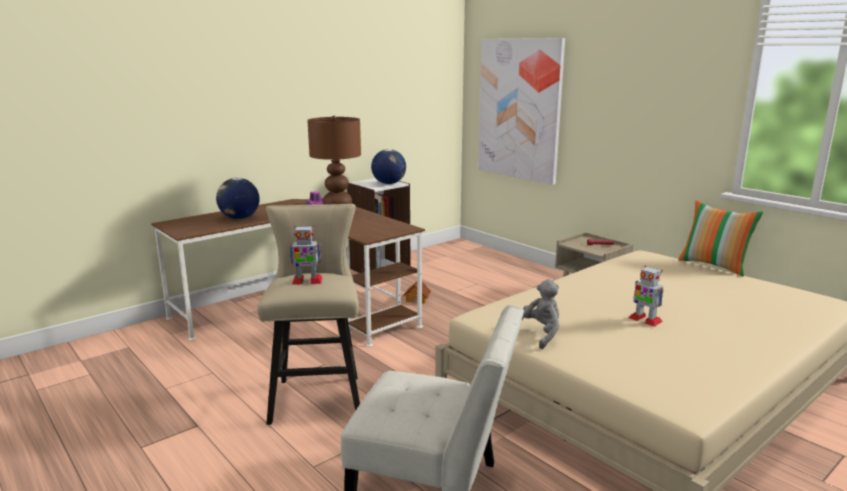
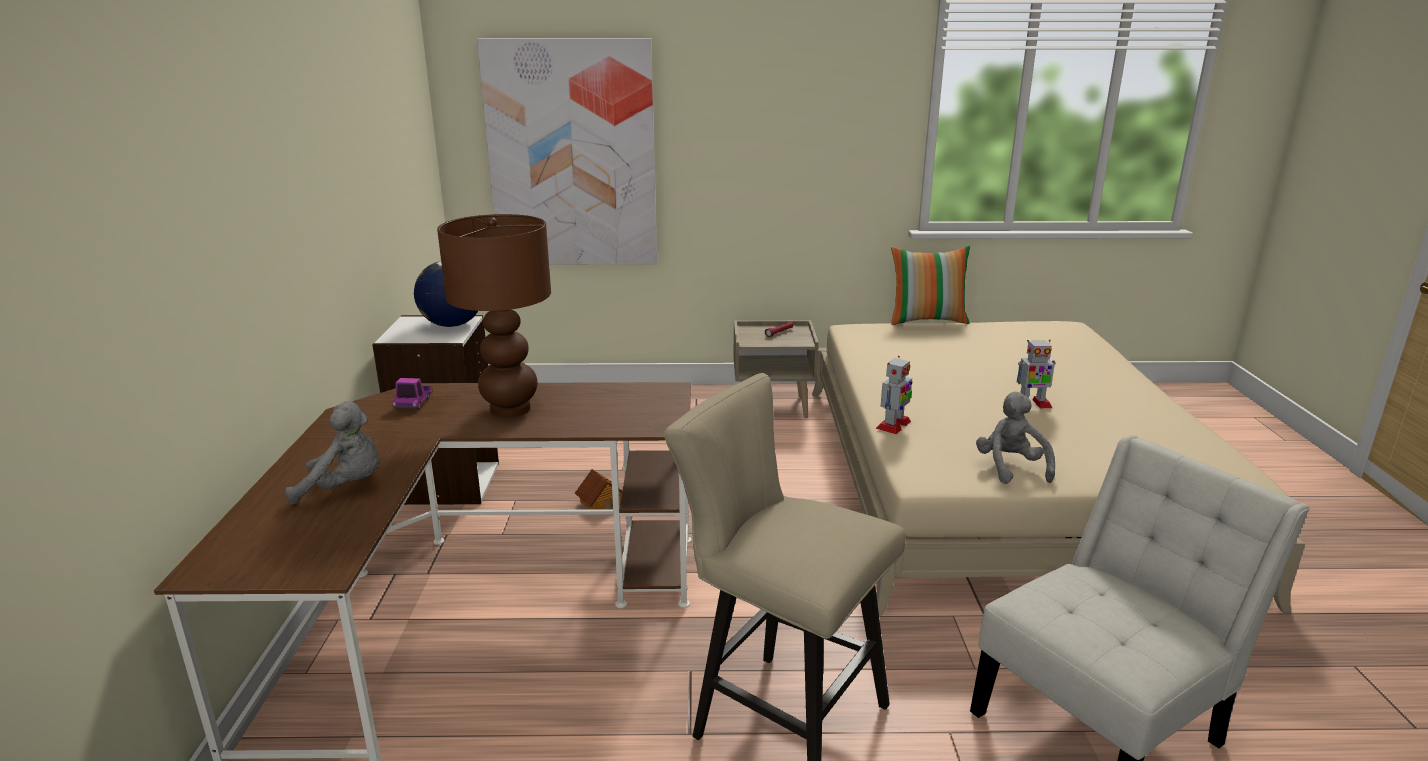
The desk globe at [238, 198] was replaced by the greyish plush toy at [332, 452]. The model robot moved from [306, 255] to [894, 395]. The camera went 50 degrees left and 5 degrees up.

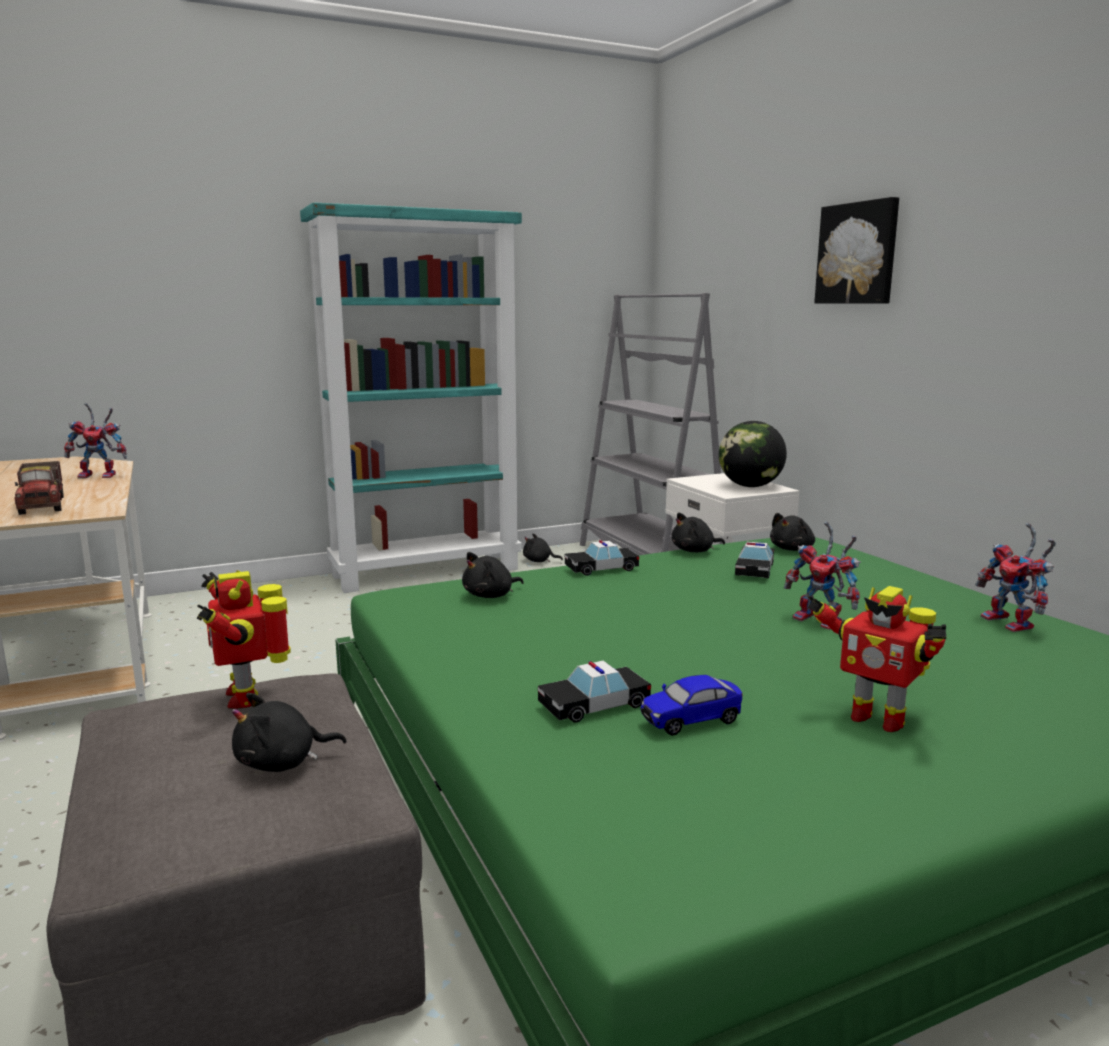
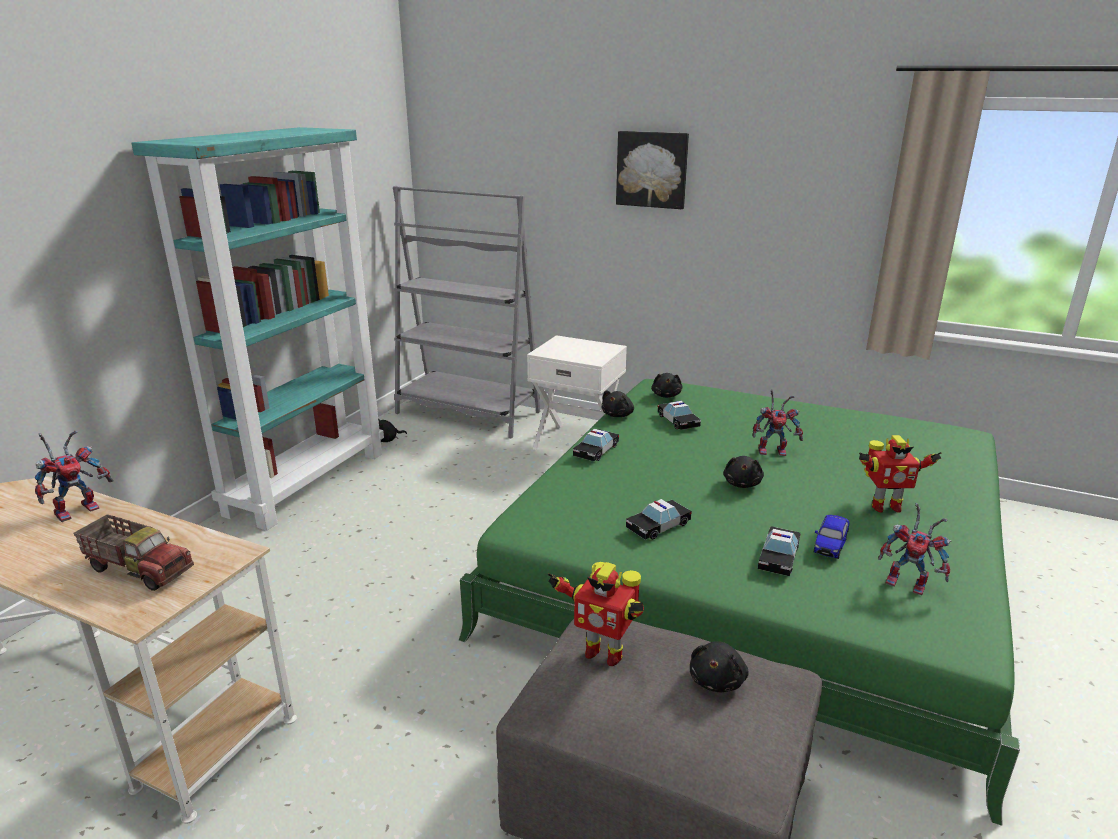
The desk globe at [753, 454] disappeared. The model robot moved from [1015, 577] to [915, 549]. The black-coloured plush toy moved from [493, 575] to [743, 472]. The model car at [659, 519] appeared. The camera went 40 degrees left and 10 degrees up.

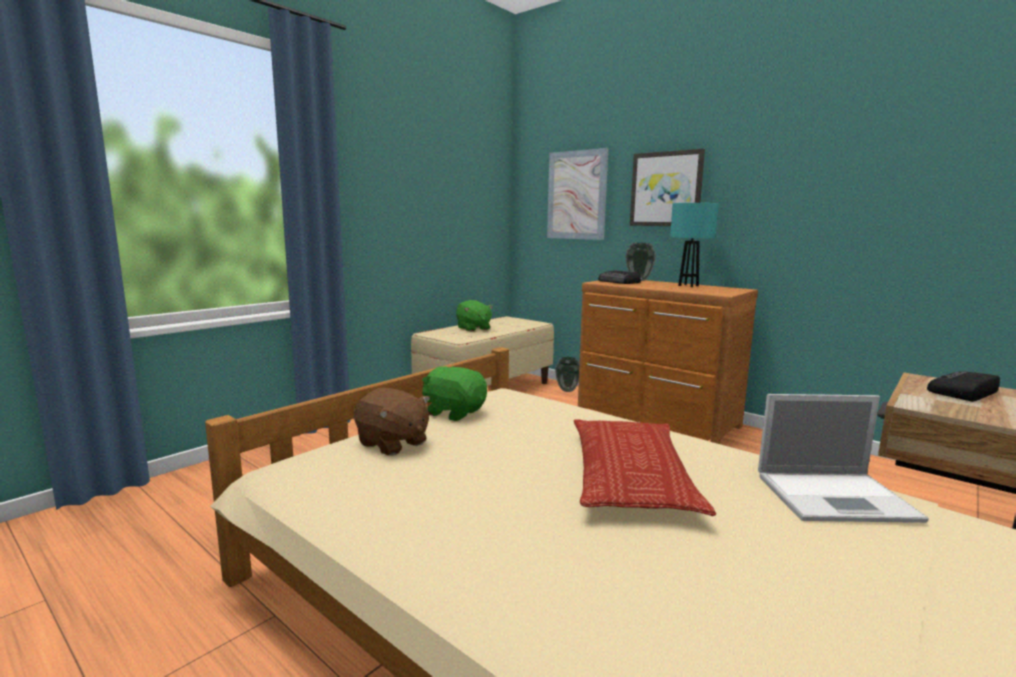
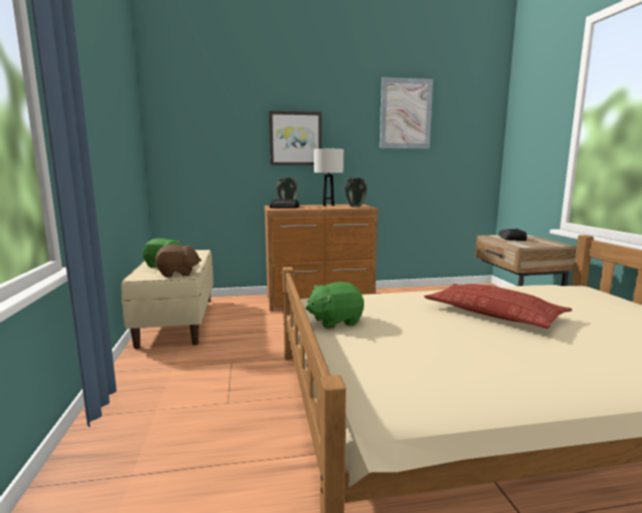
The wall art moved from [577, 194] to [406, 113]. The blue-green tabletop lamp at [694, 245] became the whitish tabletop lamp at [329, 177]. The decorative vase moved from [567, 374] to [355, 193]. The brownish plush toy moved from [392, 422] to [178, 261]. The notebook computer at [843, 458] disappeared. The camera went 50 degrees left and 0 degrees up.

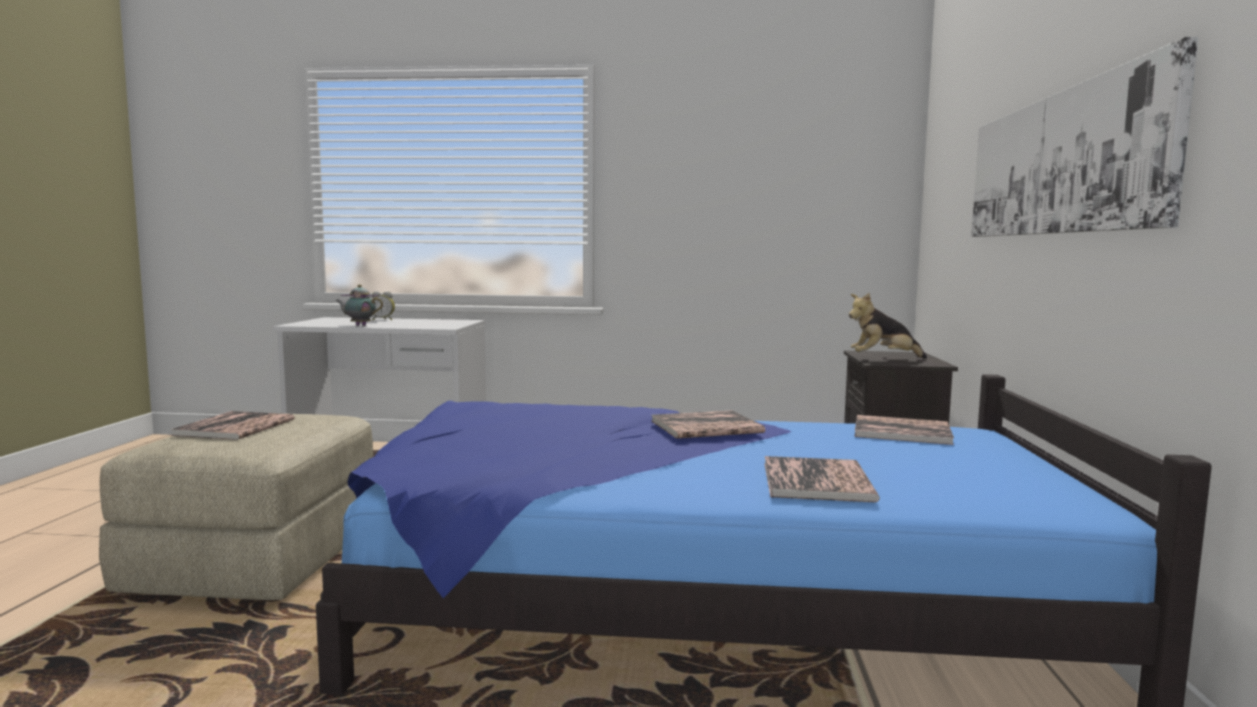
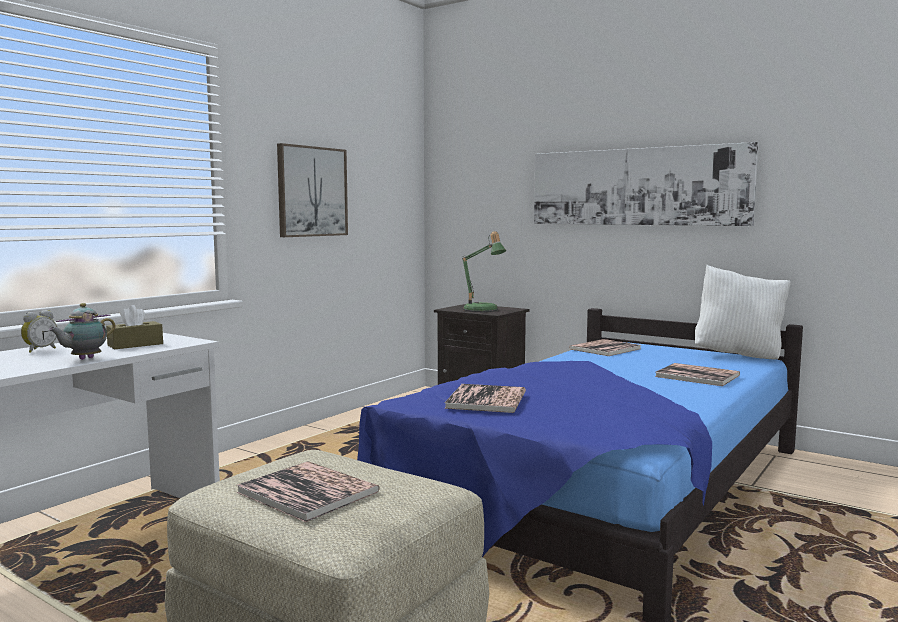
The plush toy at [888, 326] was replaced by the tabletop lamp at [484, 271]. The book moved from [708, 424] to [485, 398]. The wall art at [312, 190] appeared. The whitish pillow at [743, 312] appeared. The brownish tissue box at [134, 327] appeared. The camera went 60 degrees left and 0 degrees up.

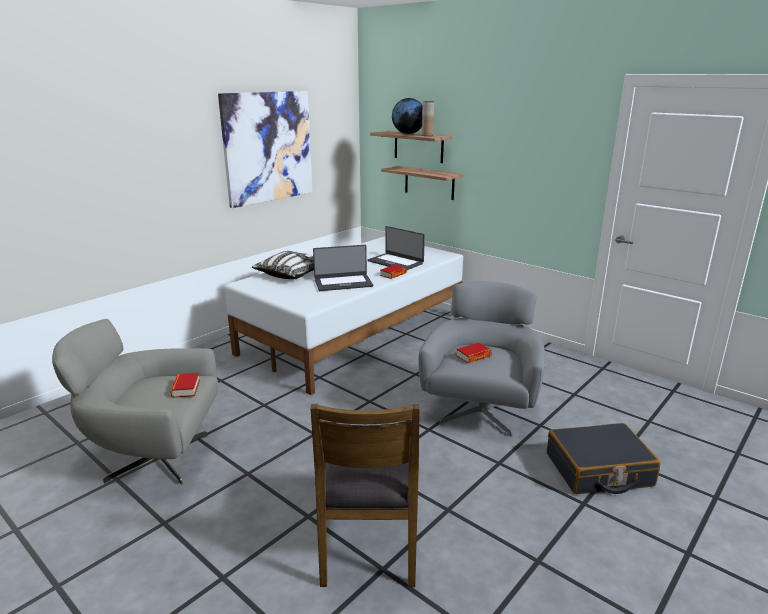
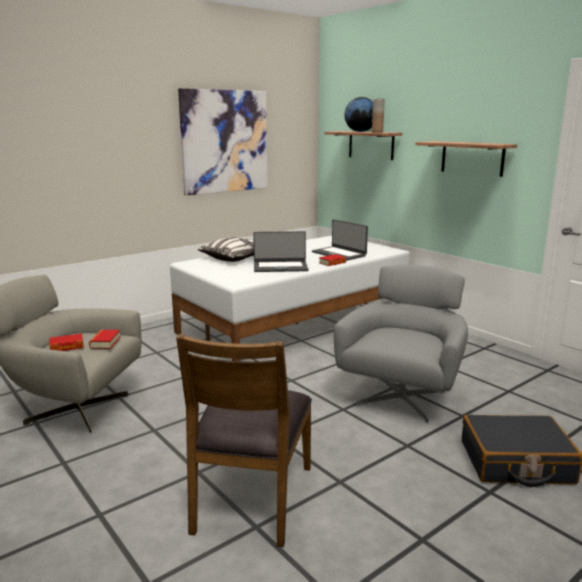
The wall shelf moved from [422, 183] to [466, 159]. The book moved from [474, 353] to [66, 342]. The camera went 10 degrees right and 5 degrees down.

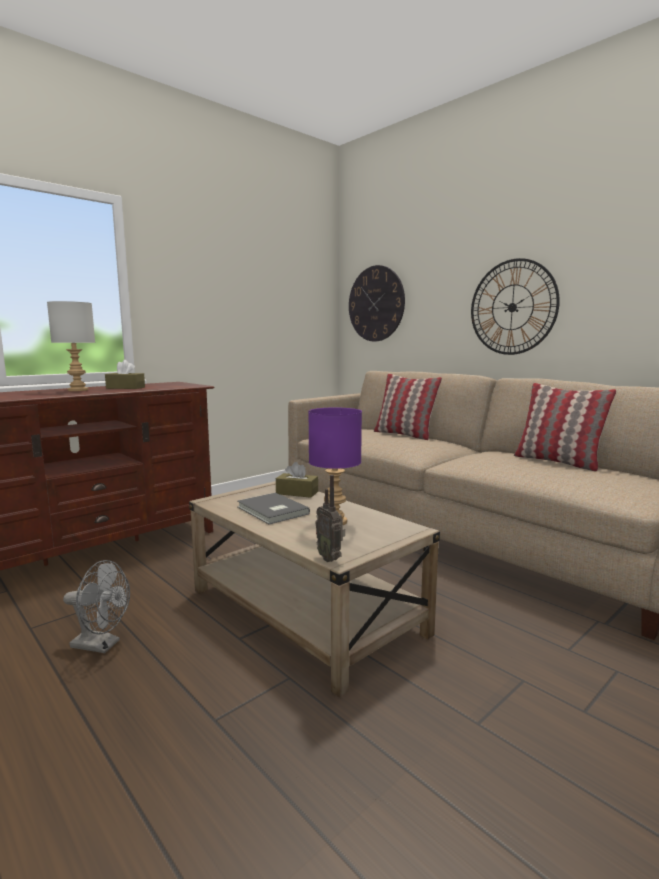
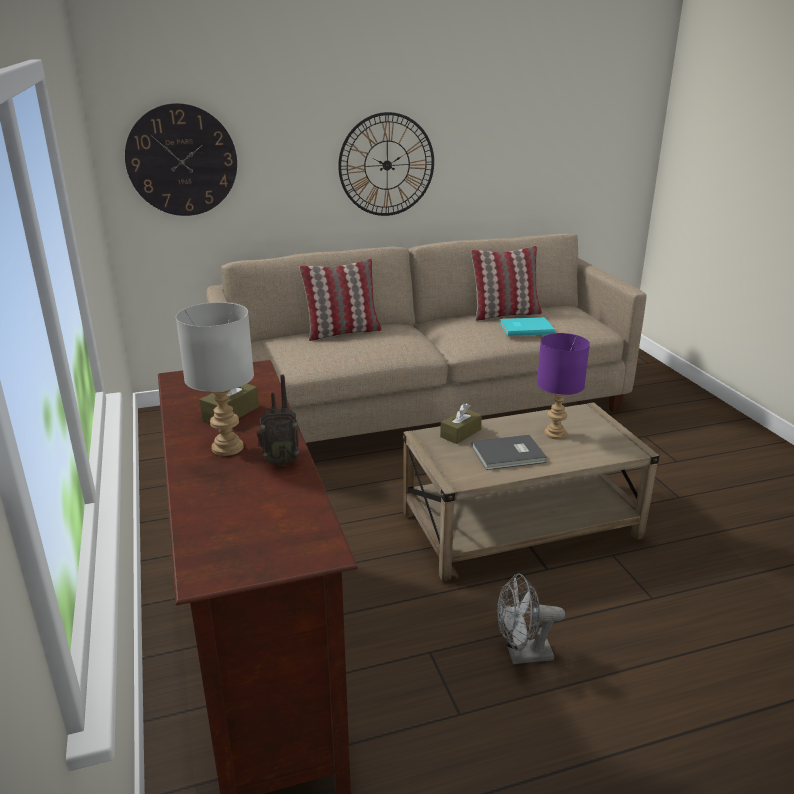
The radio moved from [330, 518] to [278, 420]. The greyish fan at [96, 606] turned 135 degrees counterclockwise. The blue-green book at [527, 326] appeared. The camera went 65 degrees left and 15 degrees up.

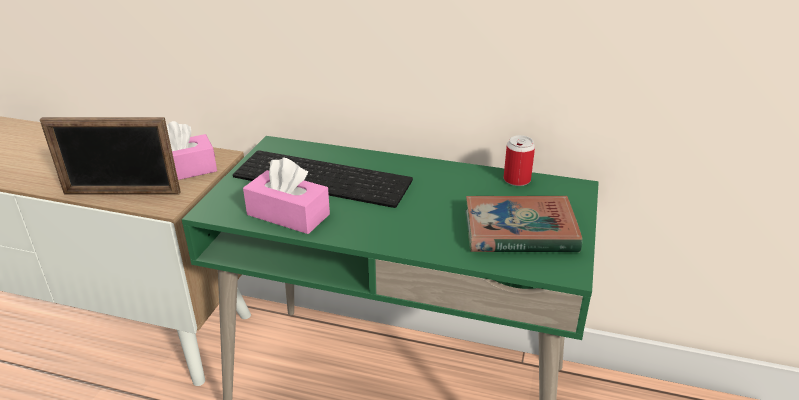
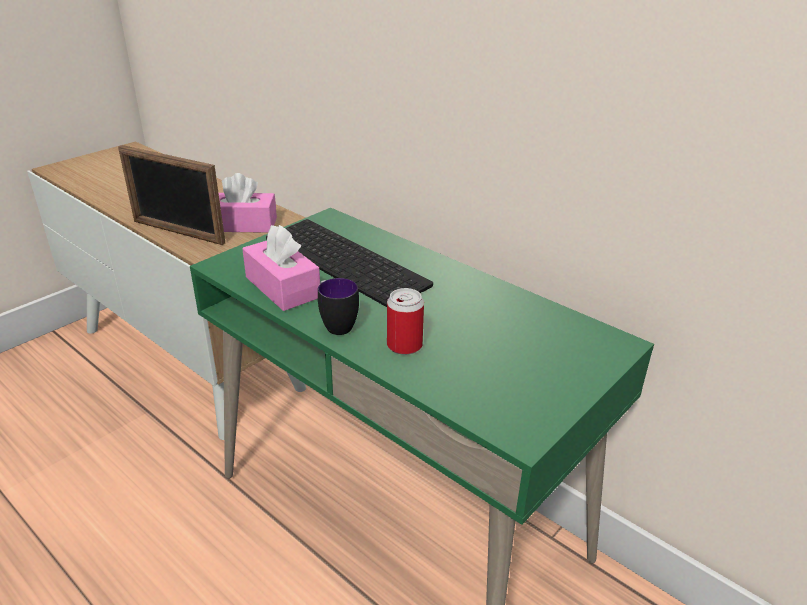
The sealed can moved from [519, 160] to [405, 321]. The book at [523, 224] disappeared. The mug at [338, 306] appeared. The camera went 25 degrees right and 0 degrees up.

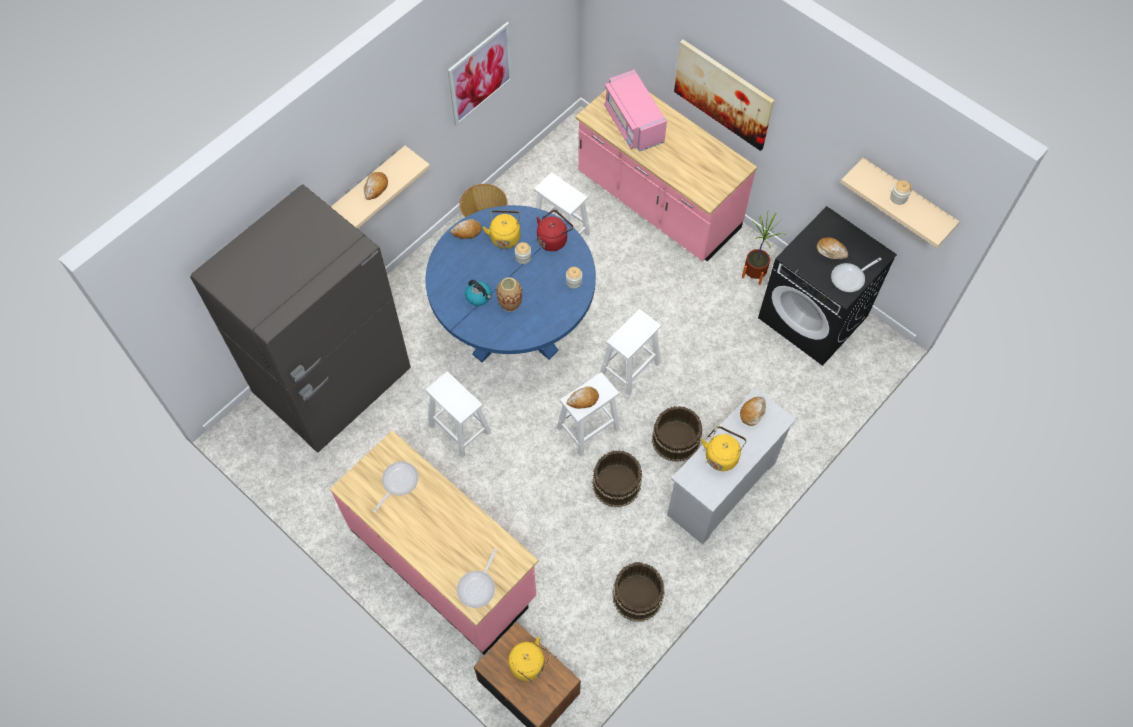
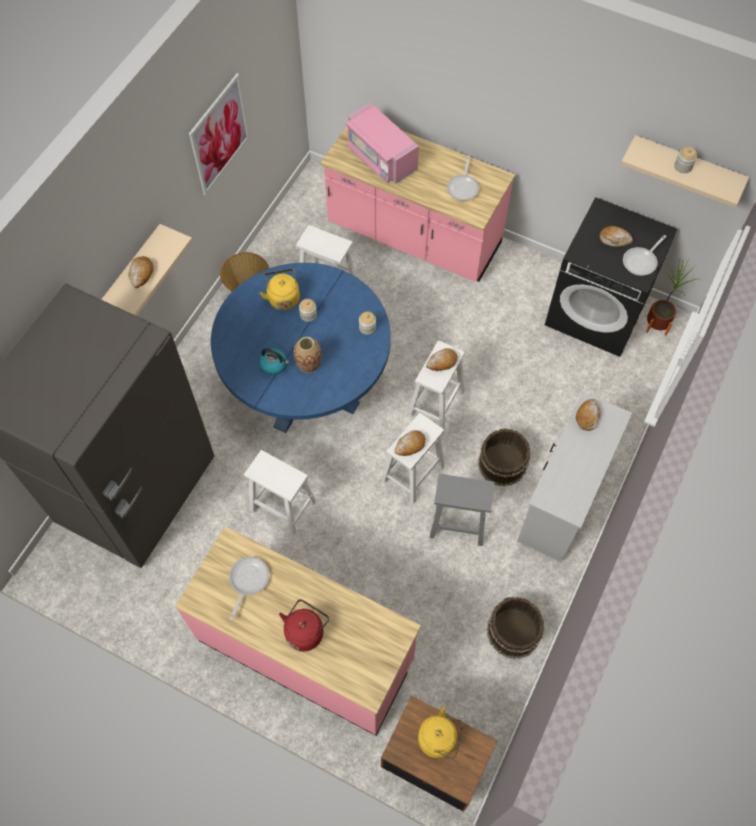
The wall art at [724, 95] disappeared. The reddish tea kettle moved from [554, 230] to [304, 625]. The plant in a pot moved from [763, 248] to [673, 297]. The bakery bread moved from [466, 229] to [442, 359]. The yellow tea kettle at [724, 448] disappeared. The brownish pail at [617, 479] was replaced by the greyish stool seat at [462, 510]. The skillet moved from [477, 578] to [463, 178]. The camera went 15 degrees left and 0 degrees up.

